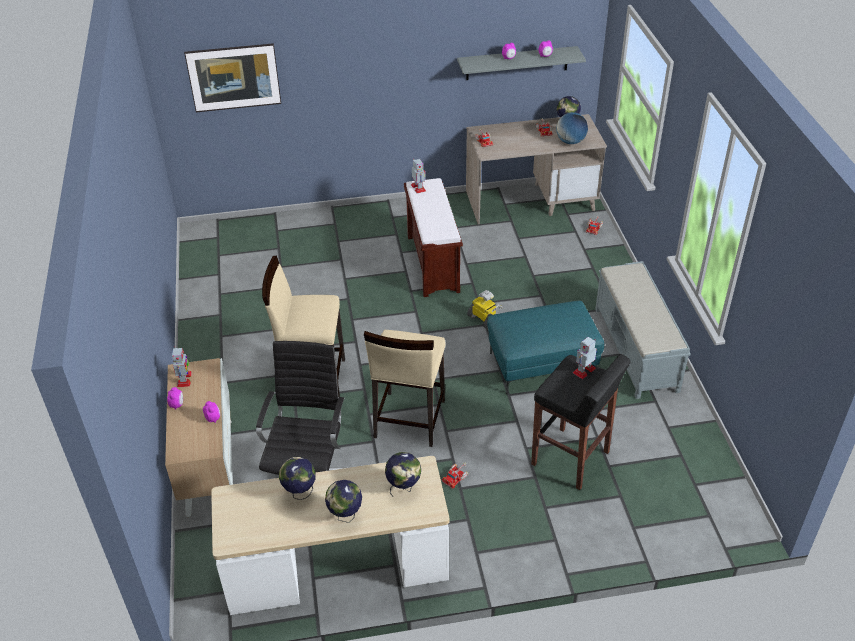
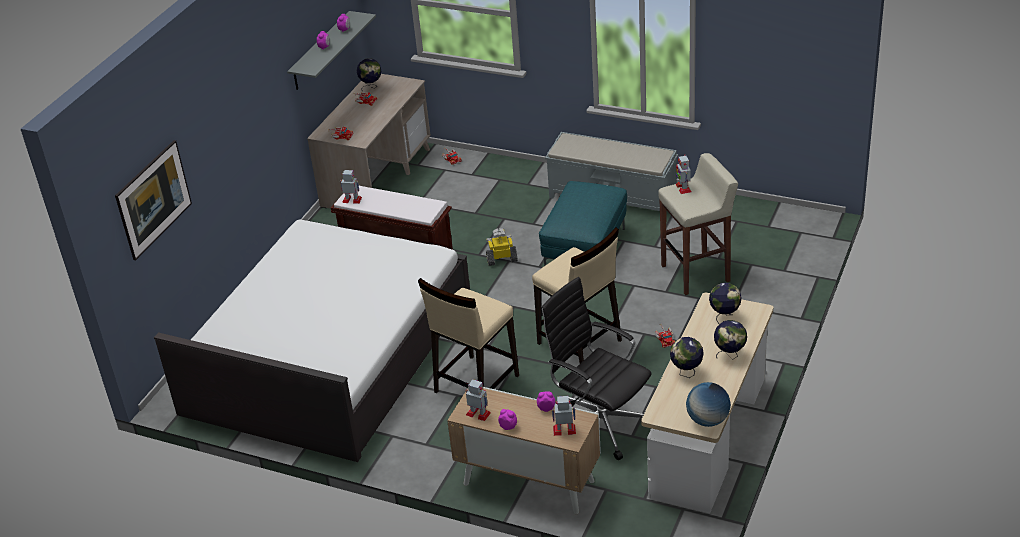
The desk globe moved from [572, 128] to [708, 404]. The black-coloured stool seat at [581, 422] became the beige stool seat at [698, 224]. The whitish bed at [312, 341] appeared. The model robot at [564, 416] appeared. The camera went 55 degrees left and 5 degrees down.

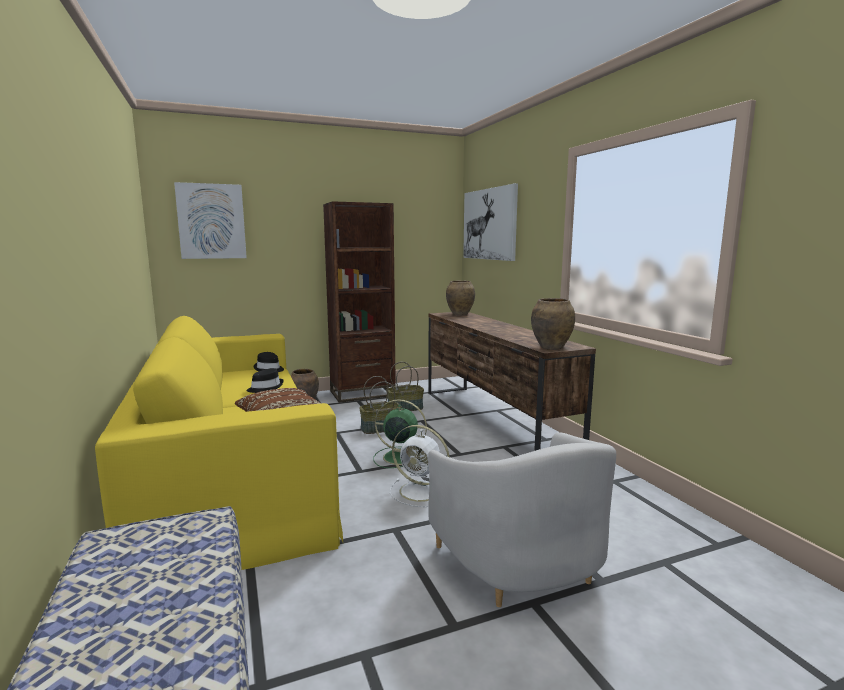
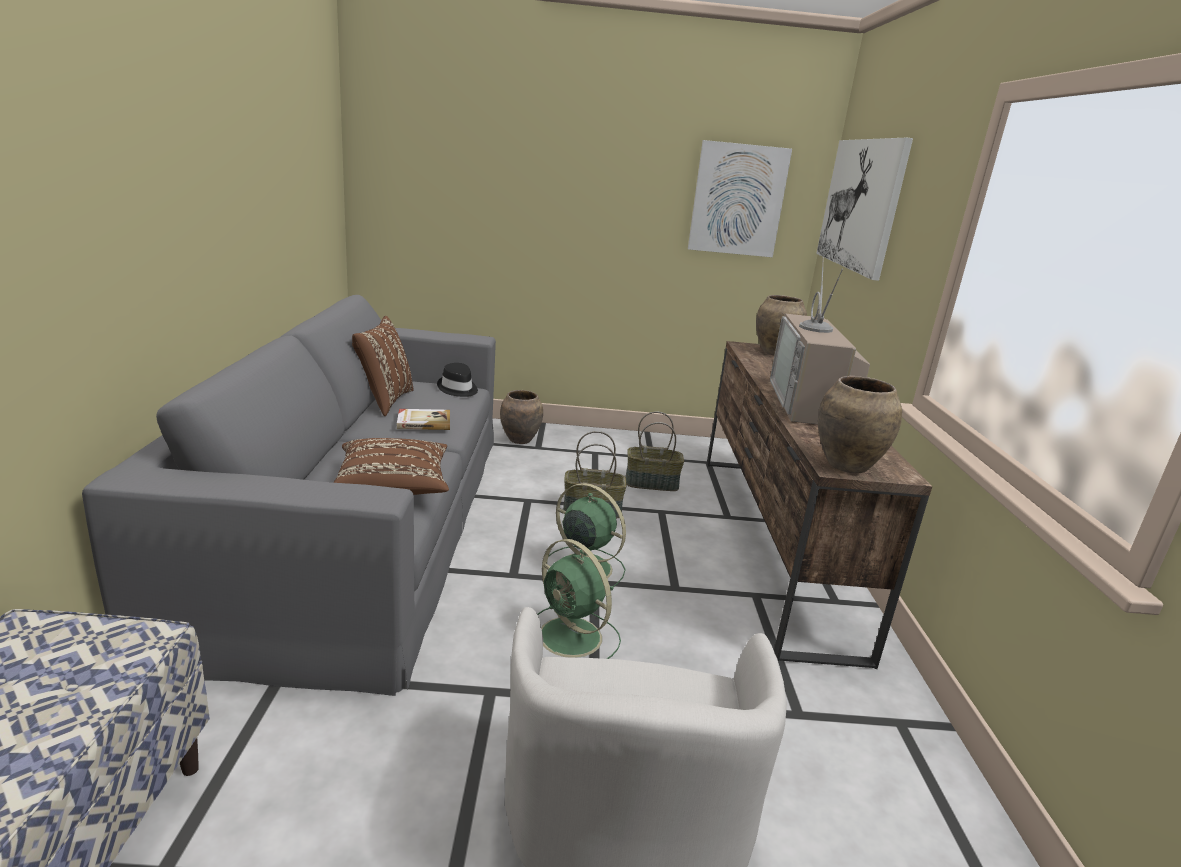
The wall art moved from [210, 220] to [740, 198]. The brownish bookshelf at [359, 302] disappeared. The yellow sofa at [219, 443] became the greyish sofa at [289, 495]. The black-coloured clothing hat at [265, 380] was replaced by the book at [423, 419]. The whitish fan at [420, 466] became the green fan at [579, 599]. The TV set at [820, 341] appeared. The brownish pillow at [383, 366] appeared. The camera went 20 degrees right and 10 degrees up.

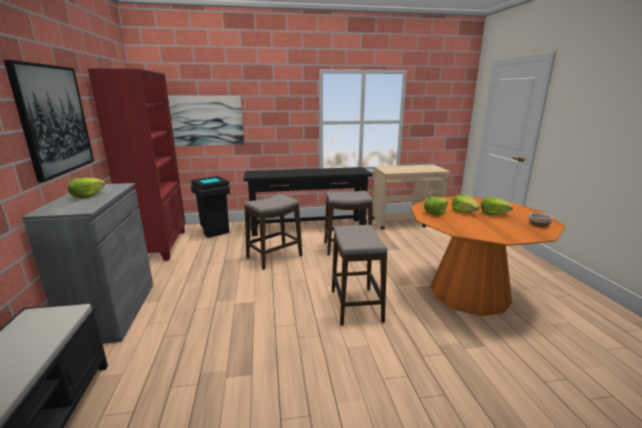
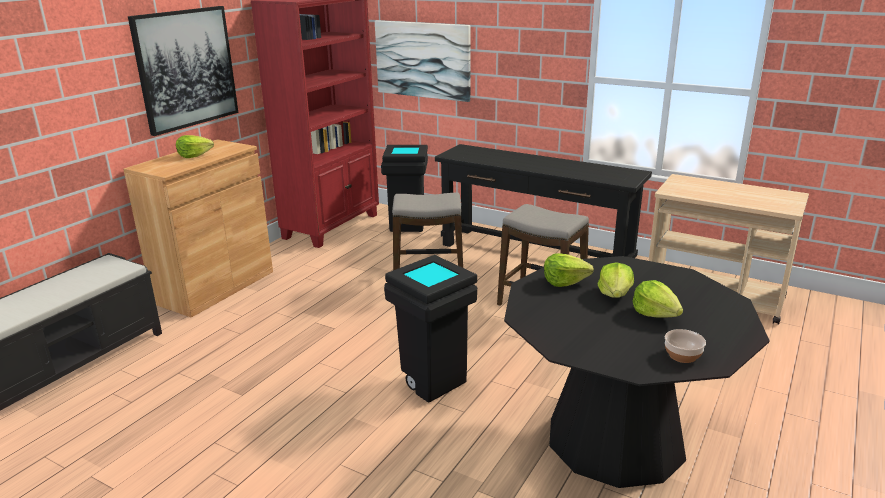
The greyish cabinet at [87, 263] became the brownish cabinet at [198, 228]. The orange dinner table at [488, 256] became the black-coloured dinner table at [637, 372]. The stool seat at [359, 275] was replaced by the black-coloured trash can at [430, 328]. The camera went 40 degrees right and 5 degrees up.

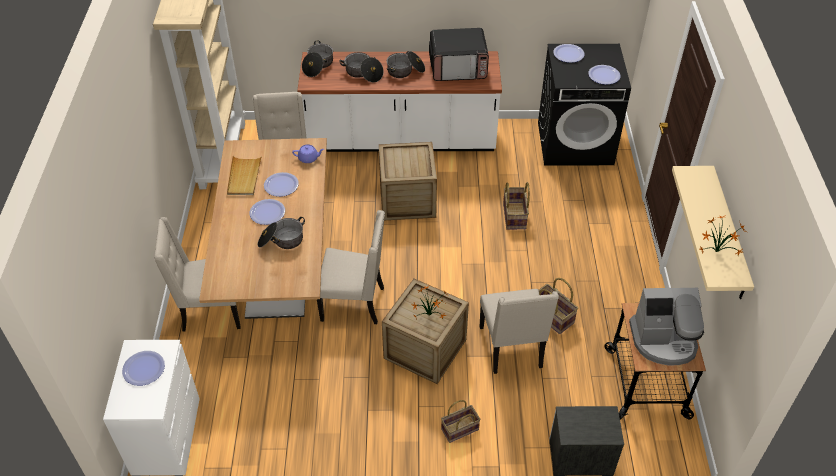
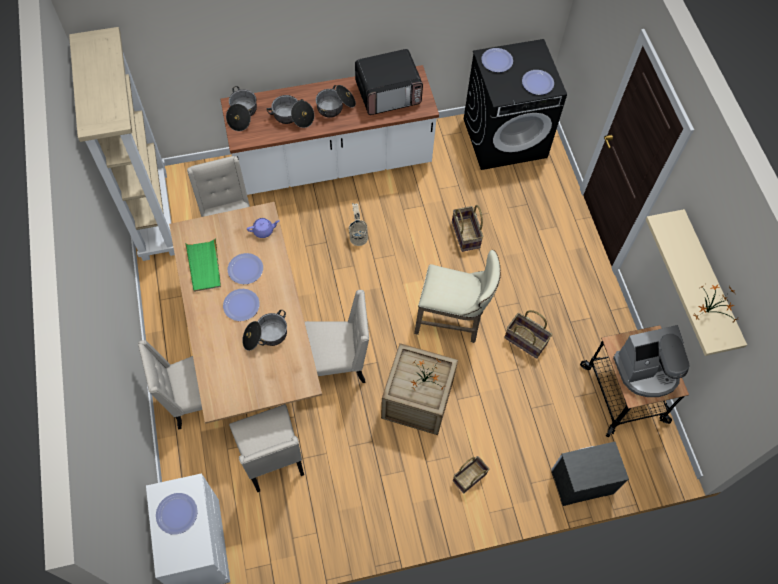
The shipping crate at [408, 181] was replaced by the beige pail at [358, 224]. The beige tray at [244, 175] became the green tray at [203, 265]. The beige upright chair moved from [519, 331] to [266, 448]. The beige stool seat at [457, 296] appeared. The camera went 15 degrees left and 15 degrees up.

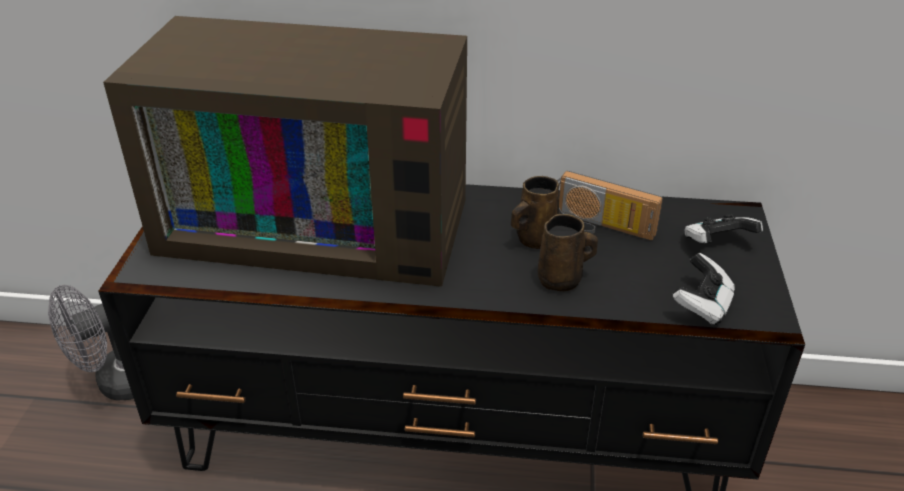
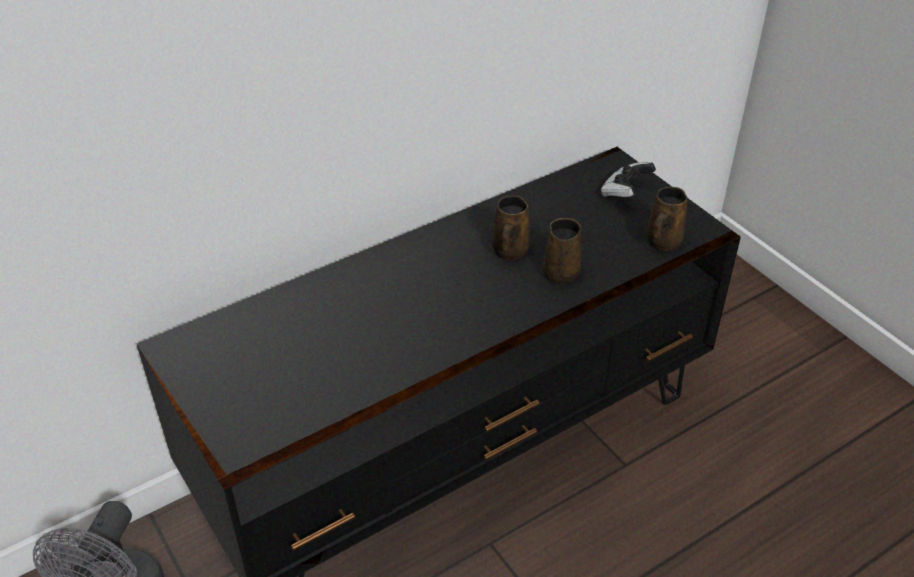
The TV set at [285, 151] disappeared. The radio at [610, 205] disappeared. The game controller at [704, 289] was replaced by the brownish mug at [667, 219]. The camera went 40 degrees left and 5 degrees up.

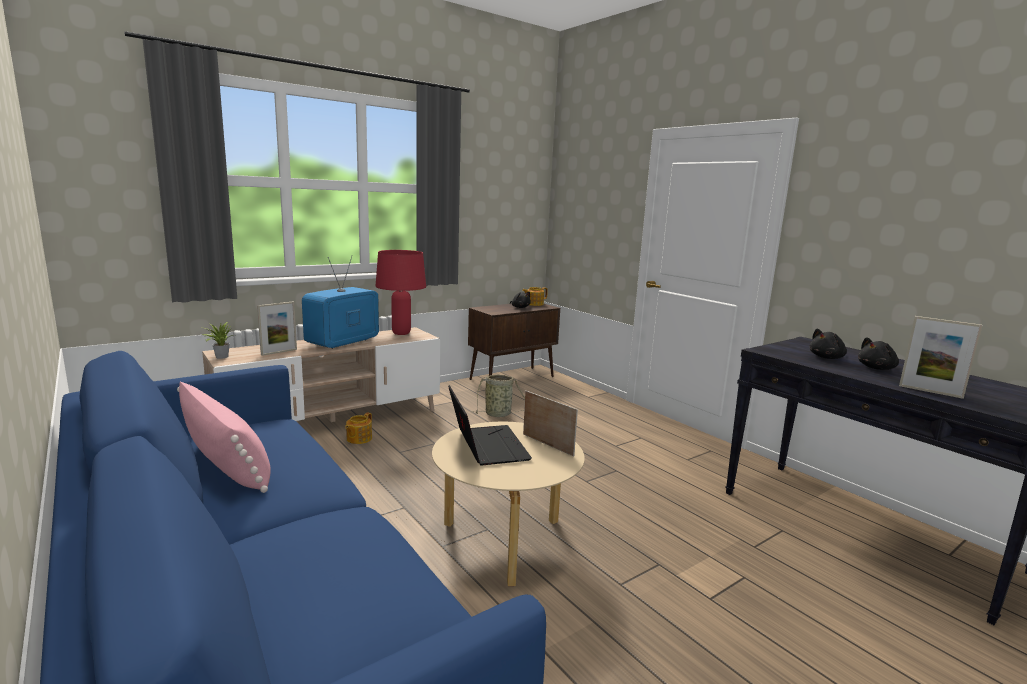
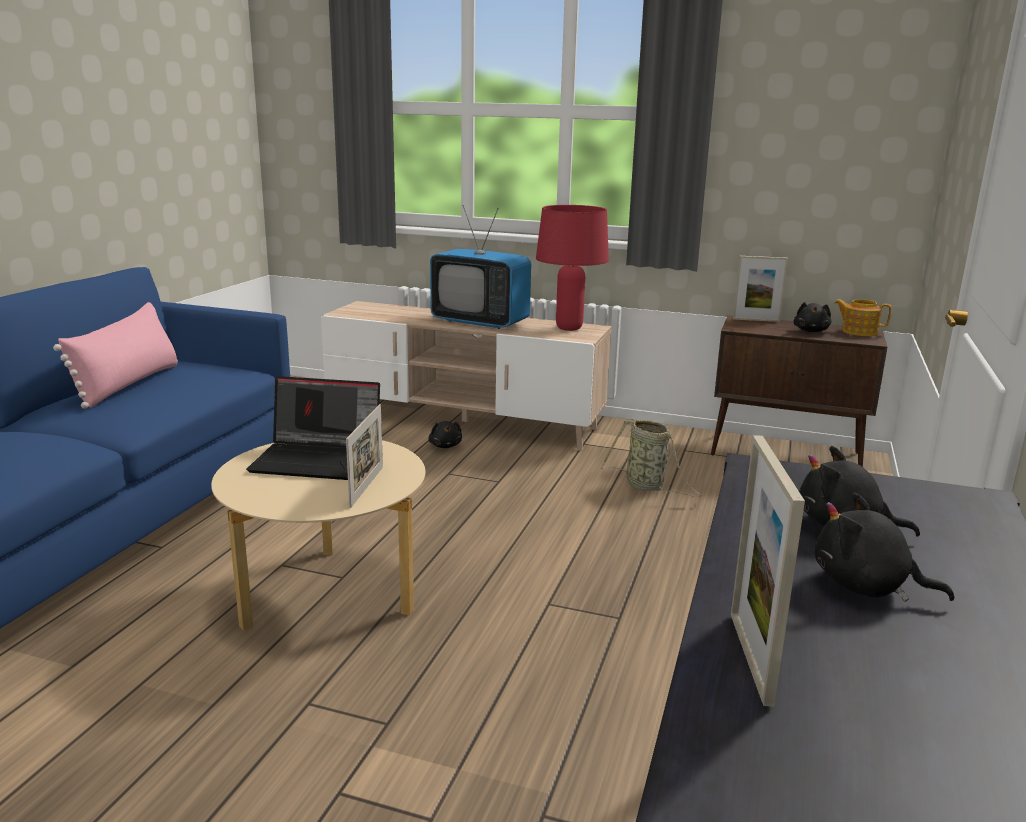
The TV set at [340, 302] turned 150 degrees counterclockwise. The standing frame moved from [277, 329] to [760, 289]. The plant in a pot at [218, 340] disappeared. The notebook computer at [490, 425] turned 60 degrees clockwise. The tea pot at [358, 428] was replaced by the black-coloured plush toy at [445, 434]. The camera went 55 degrees right and 5 degrees up.

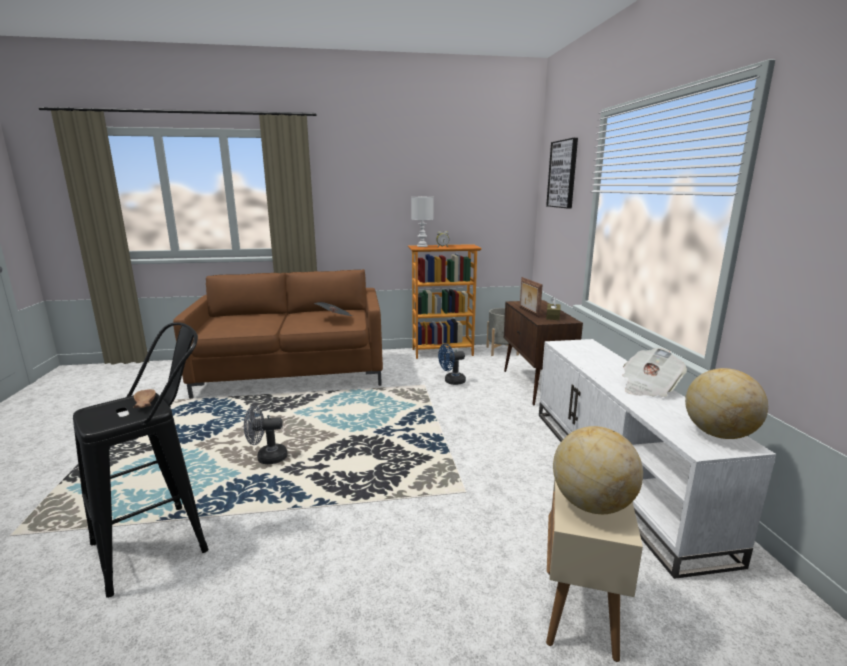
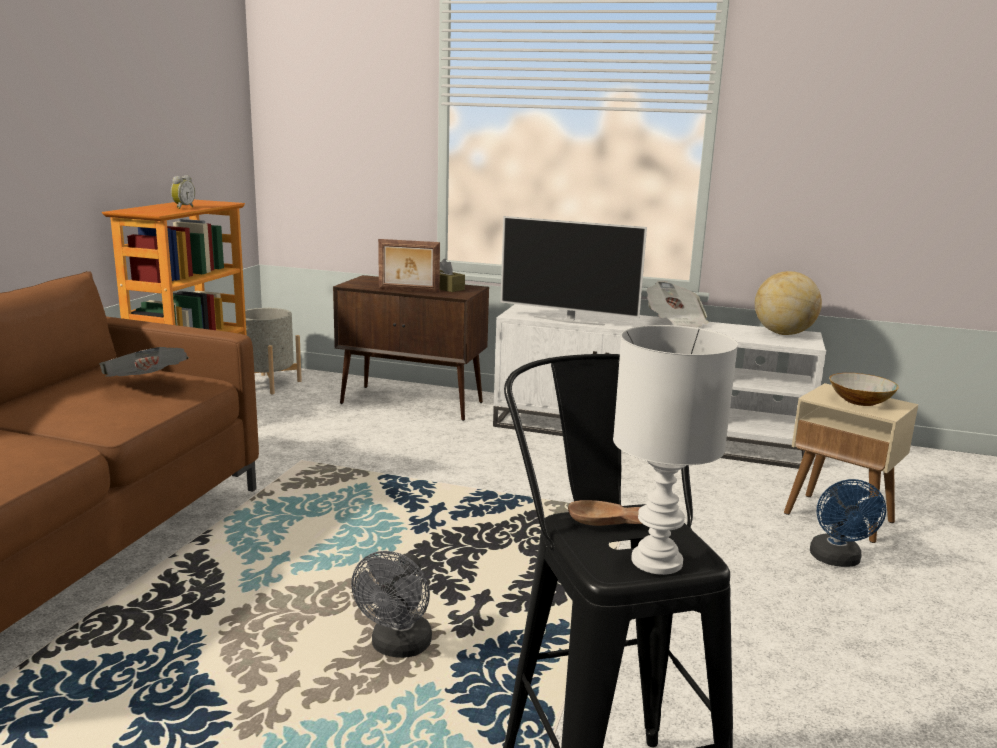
The wall art at [562, 173] disappeared. The whitish tabletop lamp moved from [422, 222] to [675, 450]. The blue fan moved from [452, 364] to [848, 523]. The desk globe at [598, 470] was replaced by the serving bowl at [864, 389]. The TV set at [574, 271] appeared. The camera went 65 degrees left and 0 degrees up.

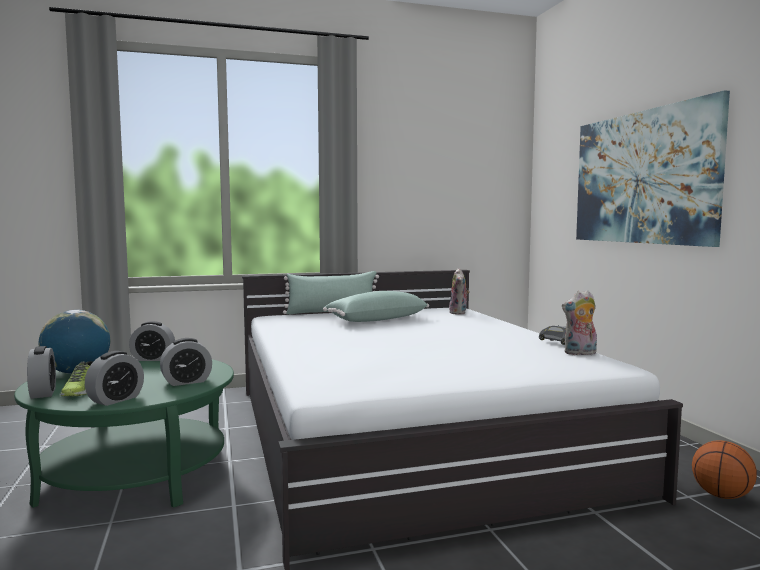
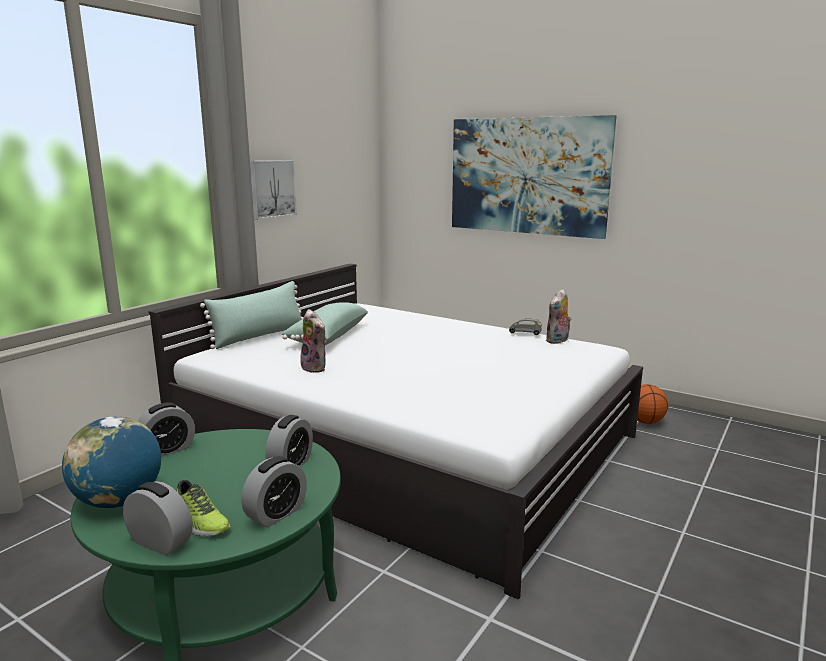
The plush toy moved from [459, 291] to [313, 341]. The table clock at [114, 378] turned 45 degrees clockwise. The wall art at [273, 190] appeared. The camera went 40 degrees left and 10 degrees up.

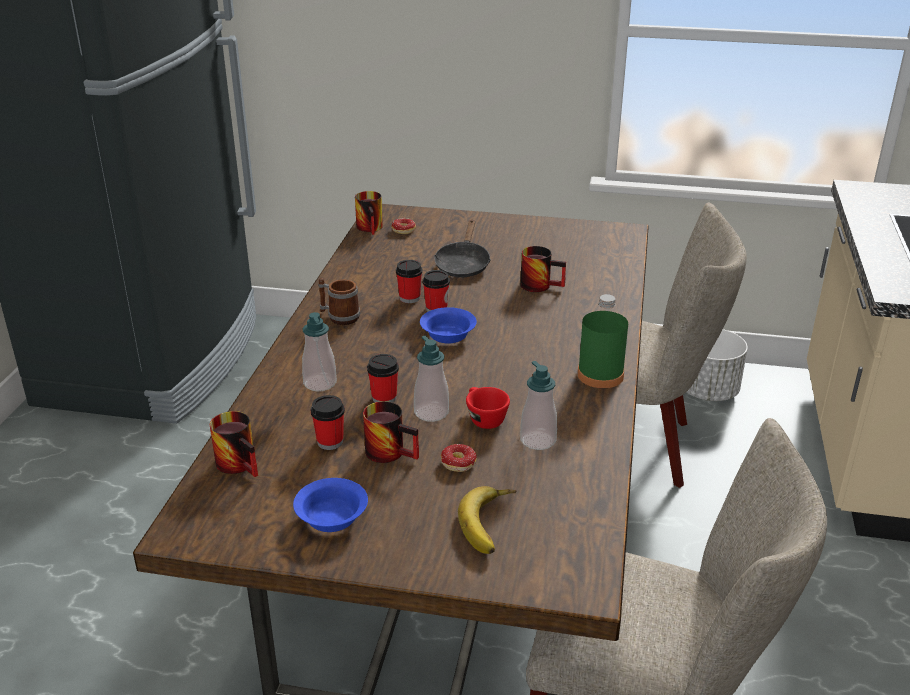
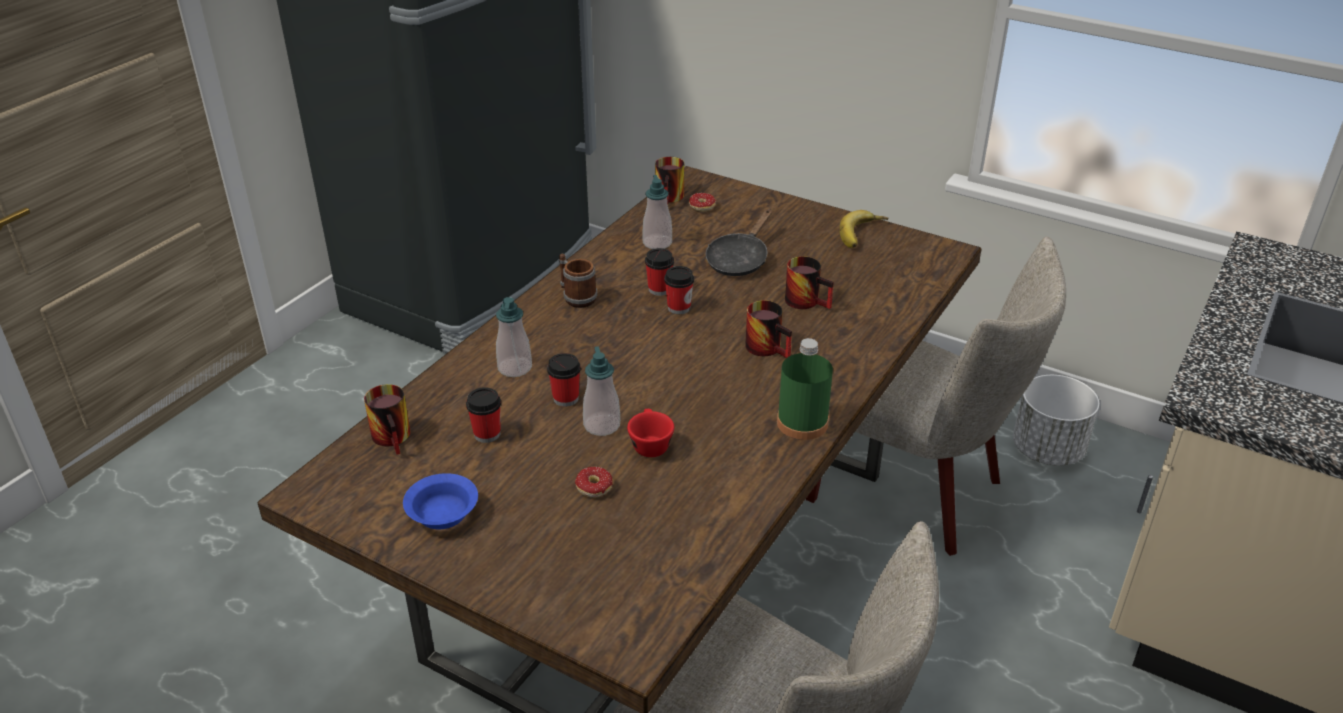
The blue serving bowl at [448, 325] disappeared. The soap dispenser moved from [538, 405] to [657, 212]. The mug moved from [391, 432] to [768, 329]. The banana fruit moved from [487, 520] to [864, 229]. The camera went 20 degrees right and 5 degrees up.

